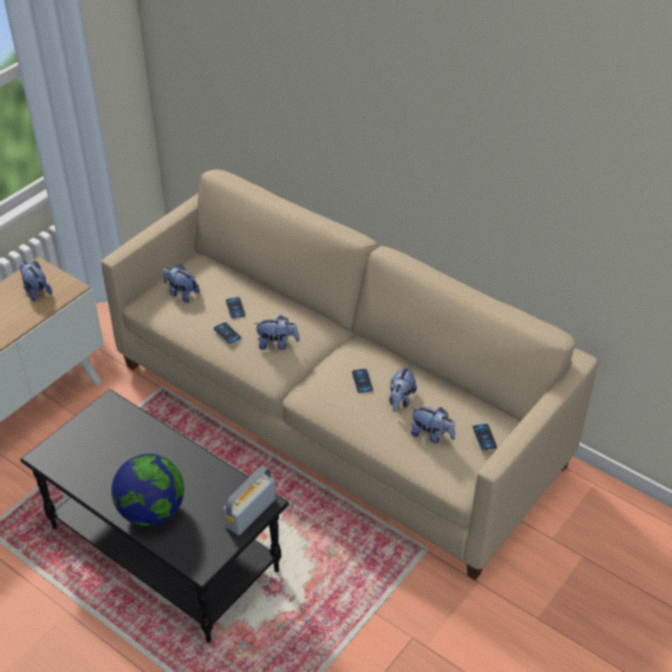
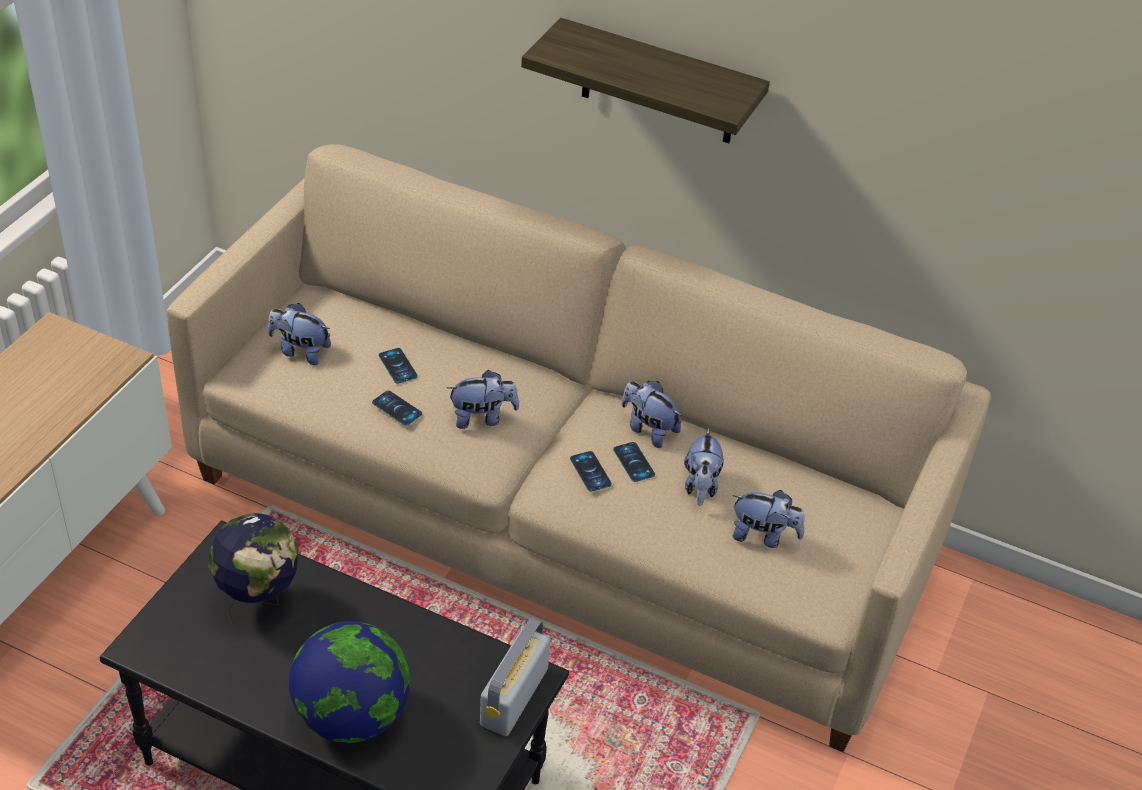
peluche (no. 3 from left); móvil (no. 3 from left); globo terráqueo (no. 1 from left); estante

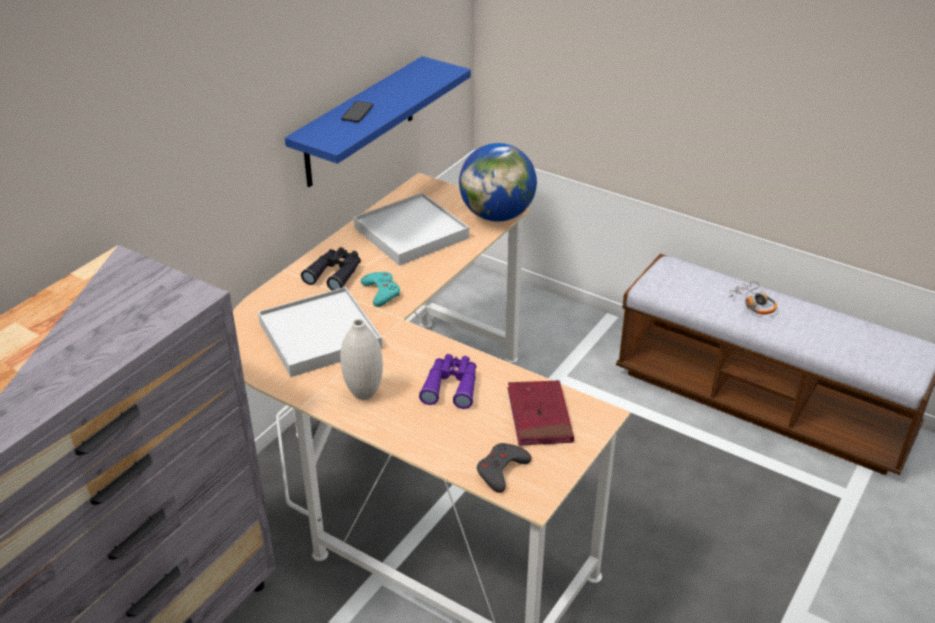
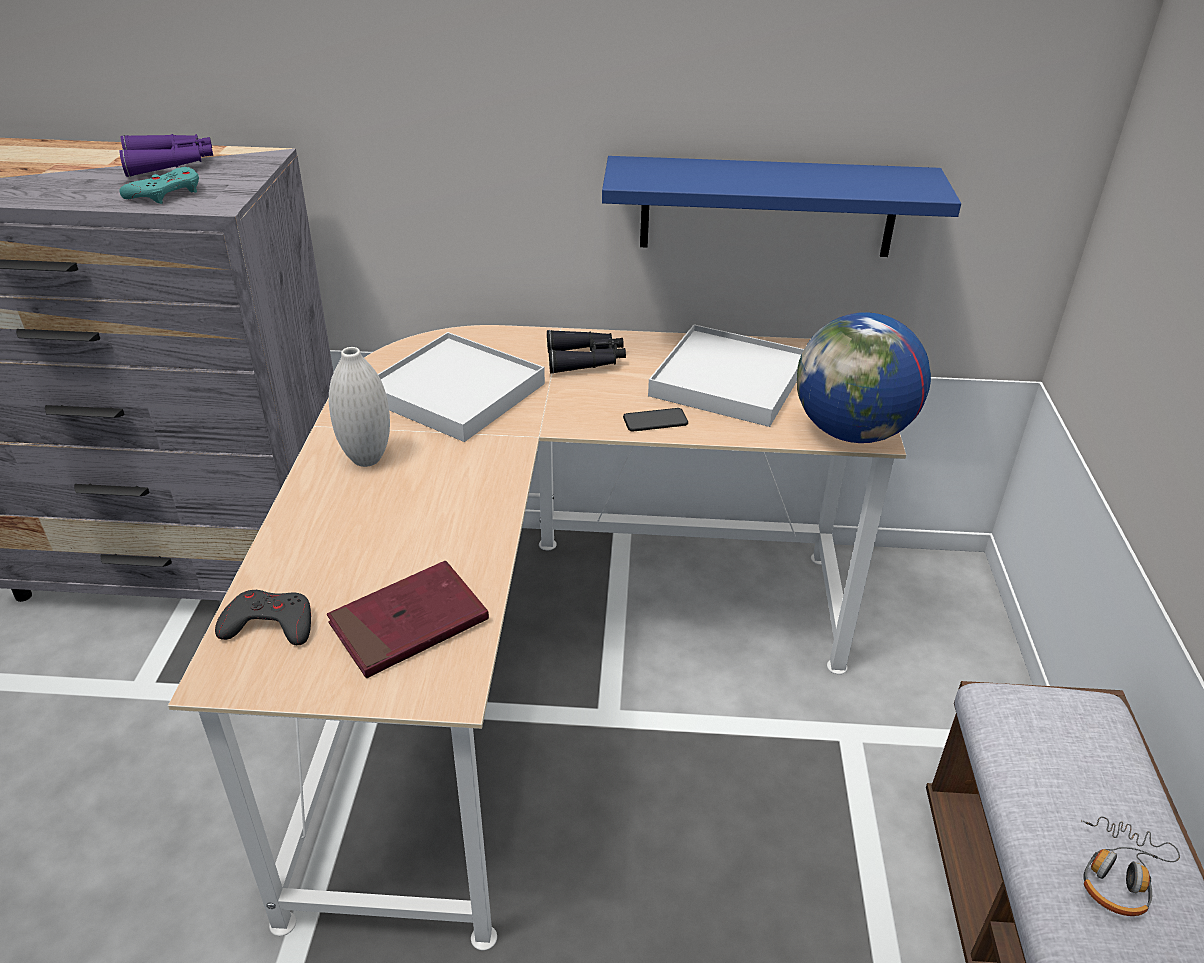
móvil; mando de consola [turquesa]; prismáticos [morado]

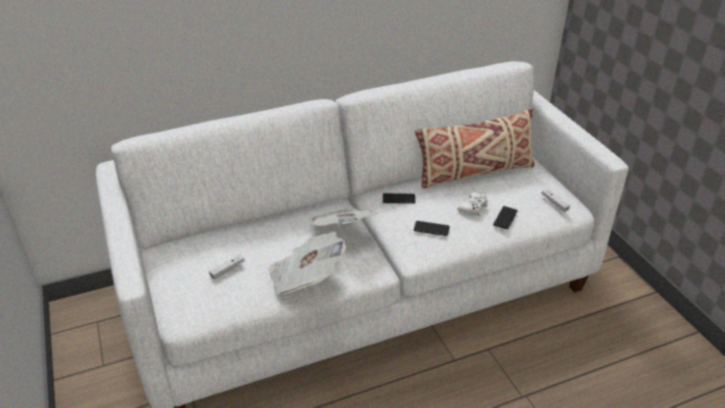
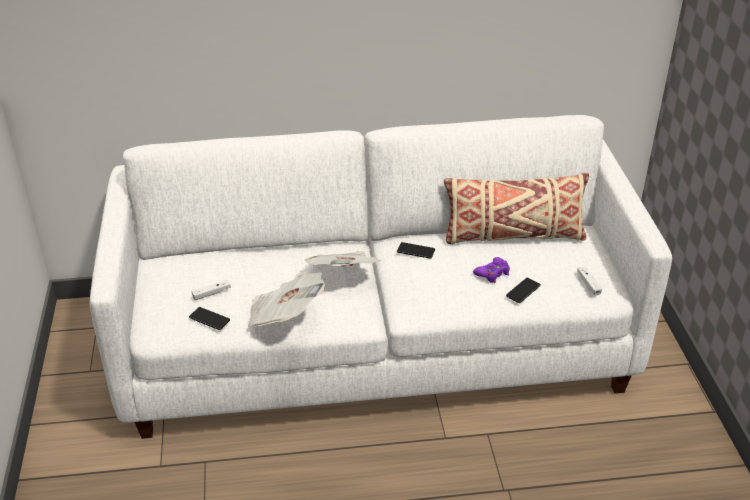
móvil (no. 1 from left); mando de consola [morado]

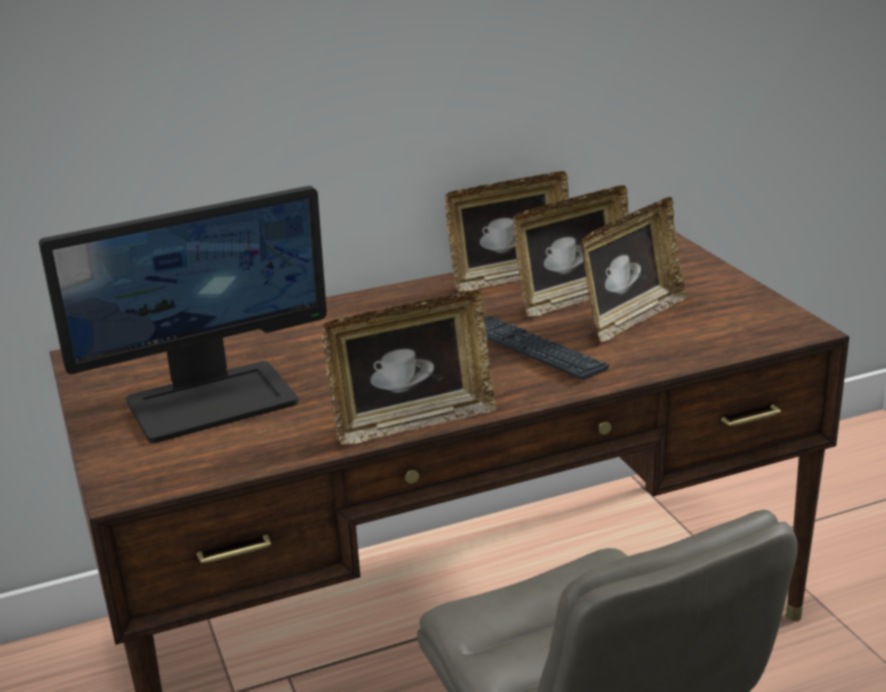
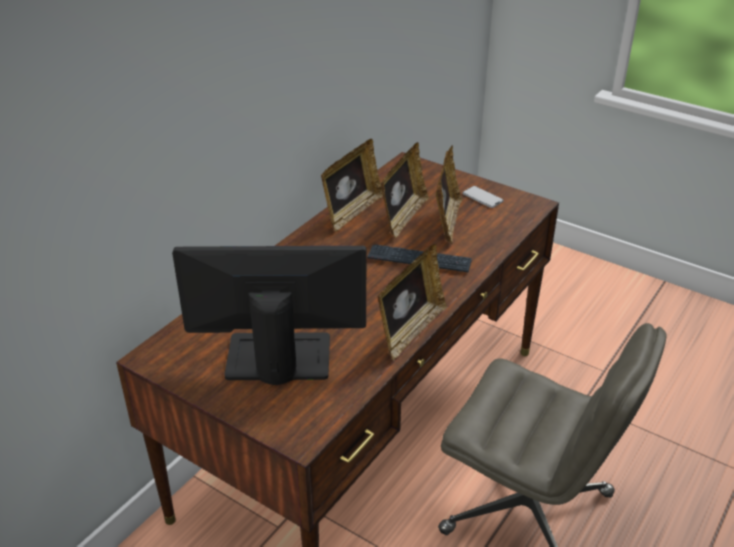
monitor; móvil

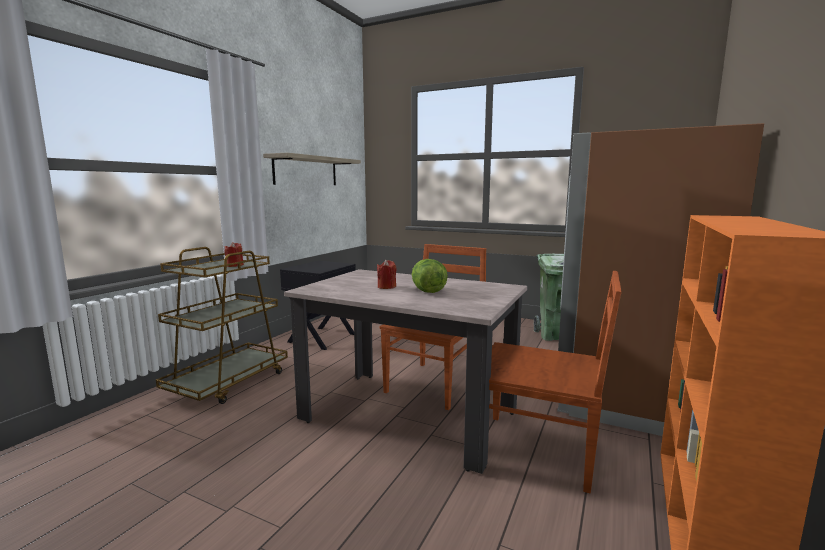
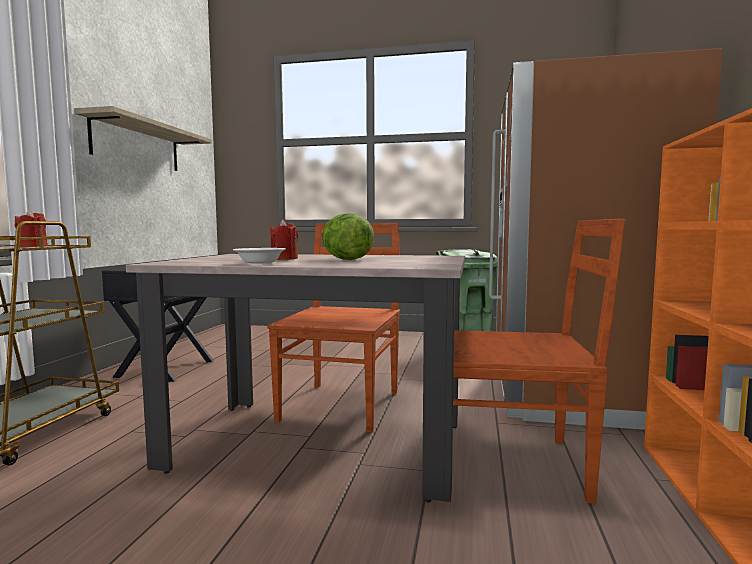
cuenco [blanco]

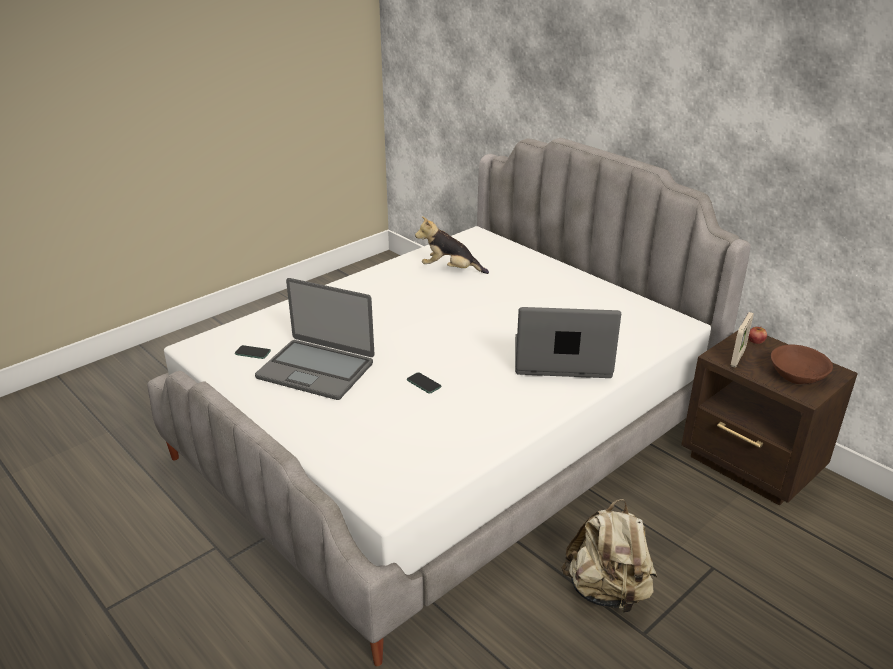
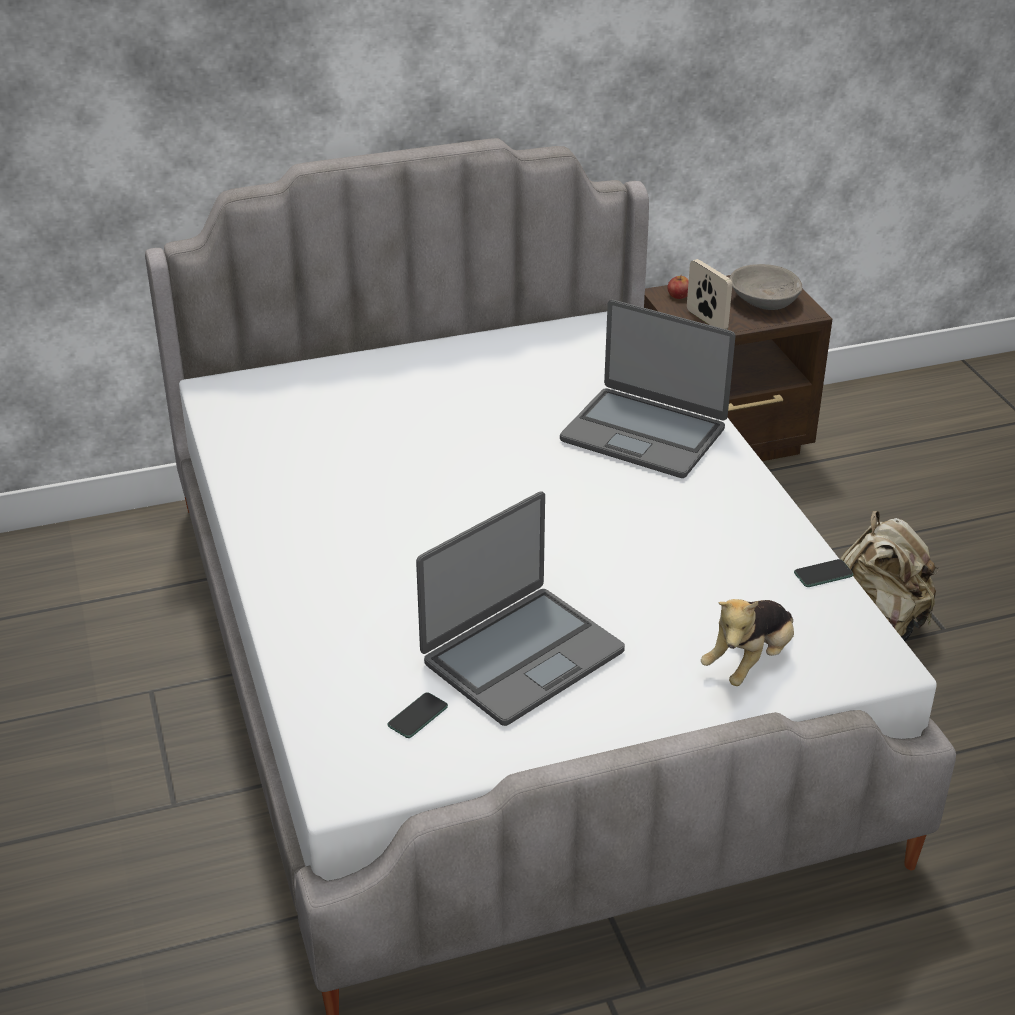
móvil (no. 2 from left); peluche; portátil (no. 2 from left); cuenco [gris]

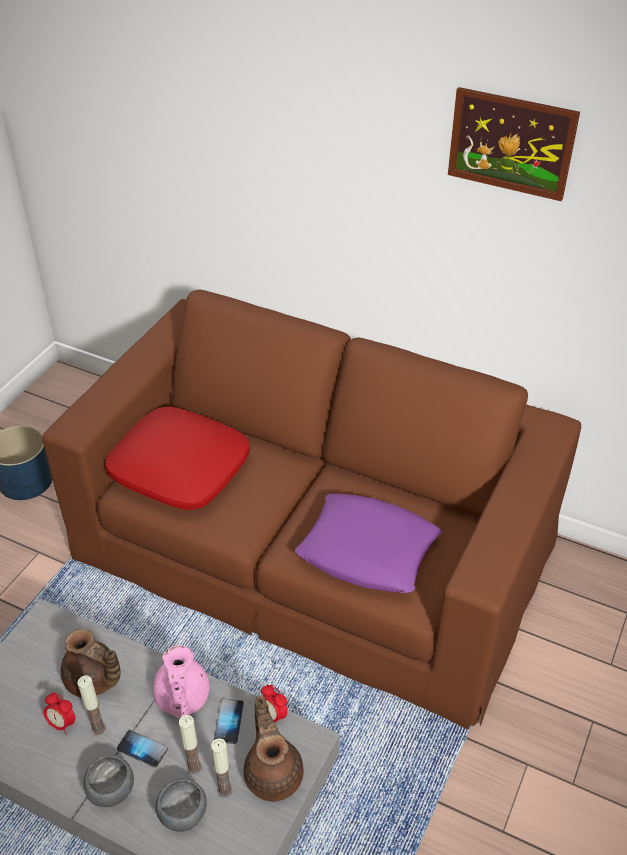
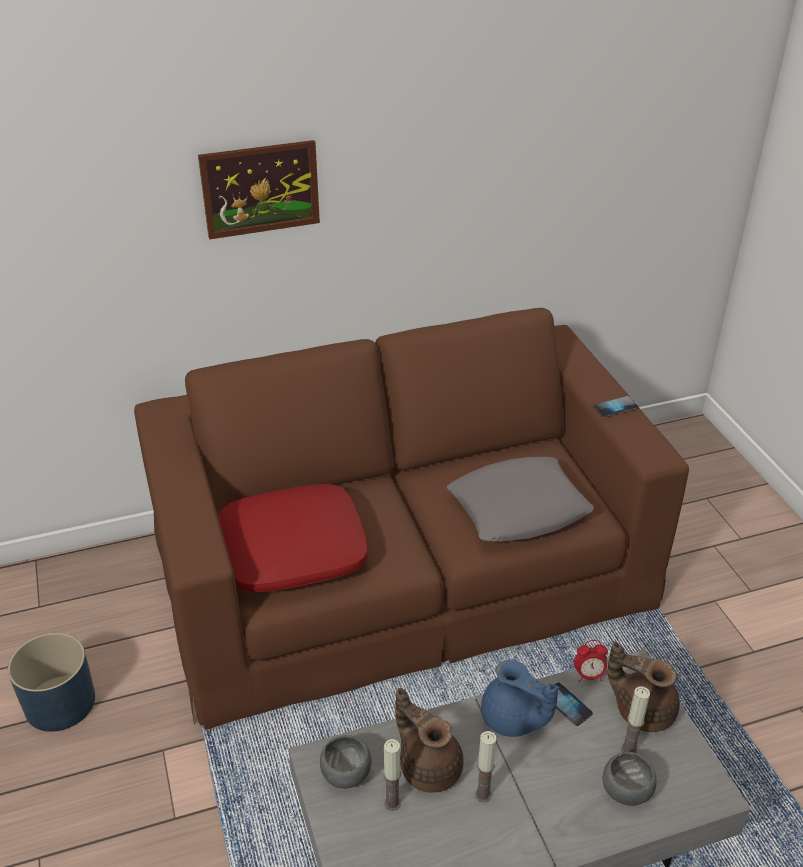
despertador (no. 1 from left in the first image); tetera [marrón] (no. 1 from left); cuenco [gris] (no. 1 from left); móvil (no. 2 from left); tetera [azul]; vela (no. 1 from left); cojín [gris]; cuadro

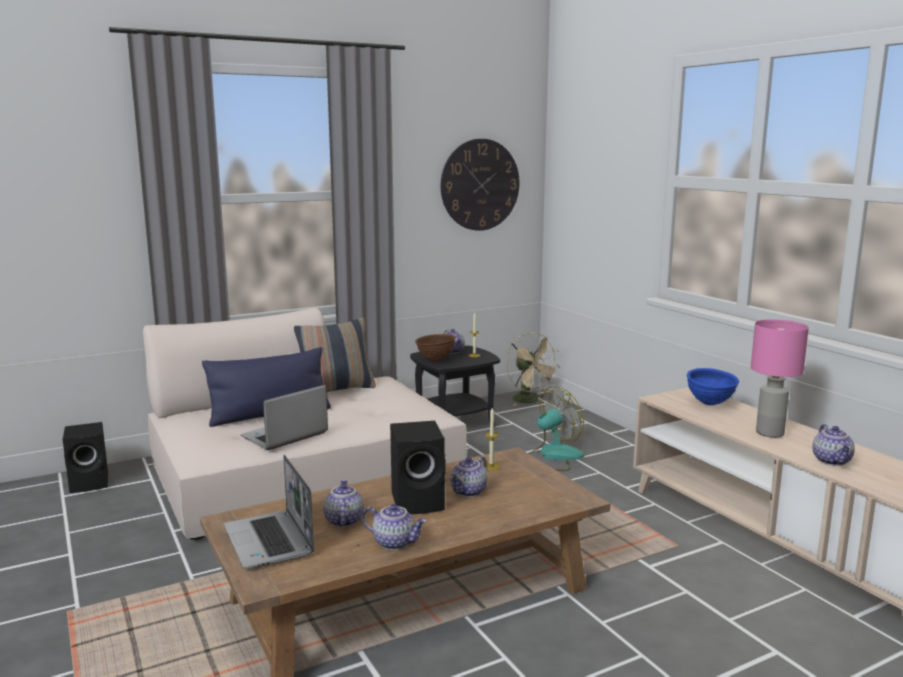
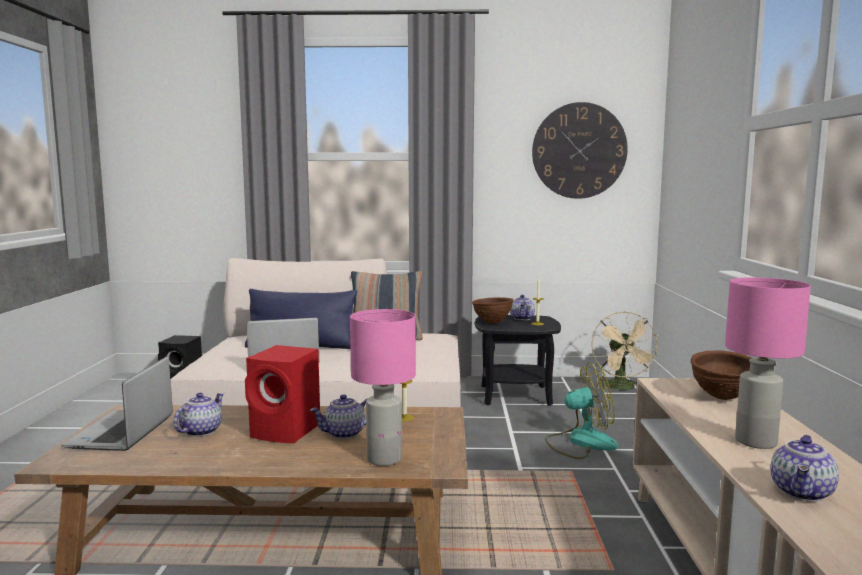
tetera (no. 2 from left in the first image); altavoz [rojo]; cuenco [marrón] (no. 2 from left); lámpara de mesa [rosa] (no. 1 from left)

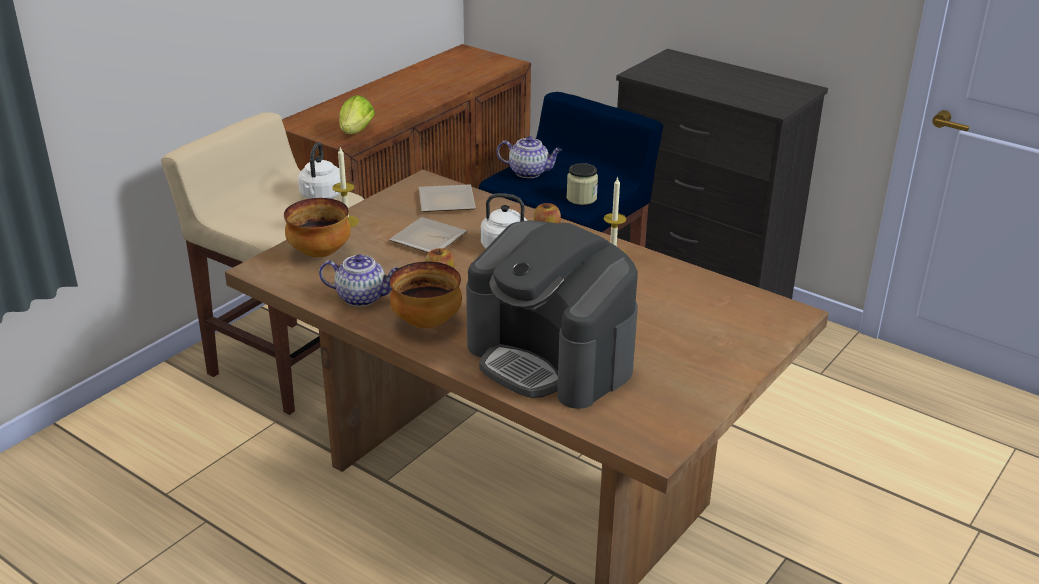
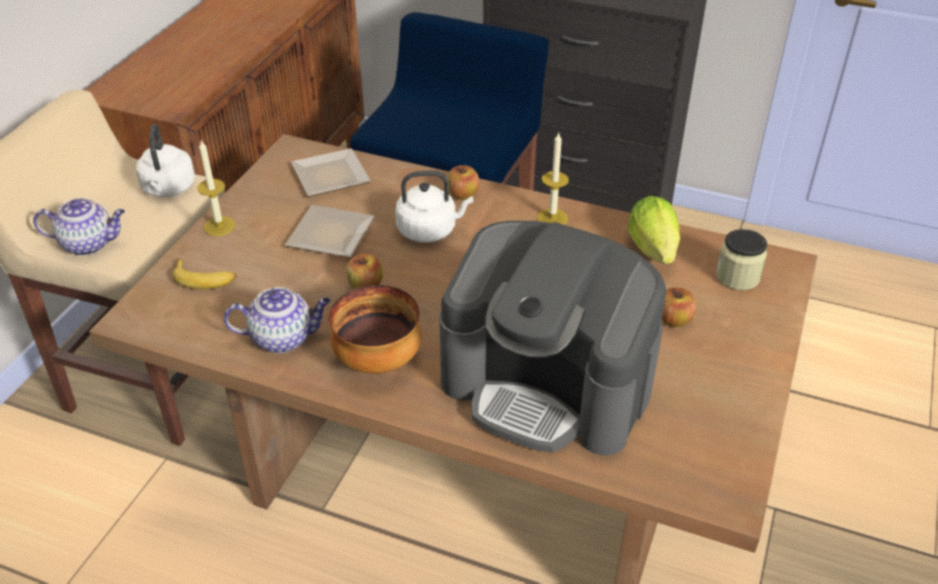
plátano; lechuga; tetera (no. 1 from left); tarro; manzana (no. 3 from left)

